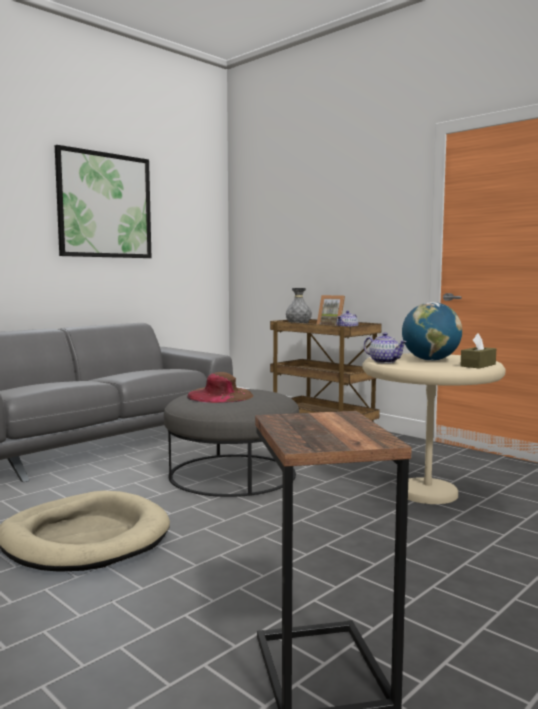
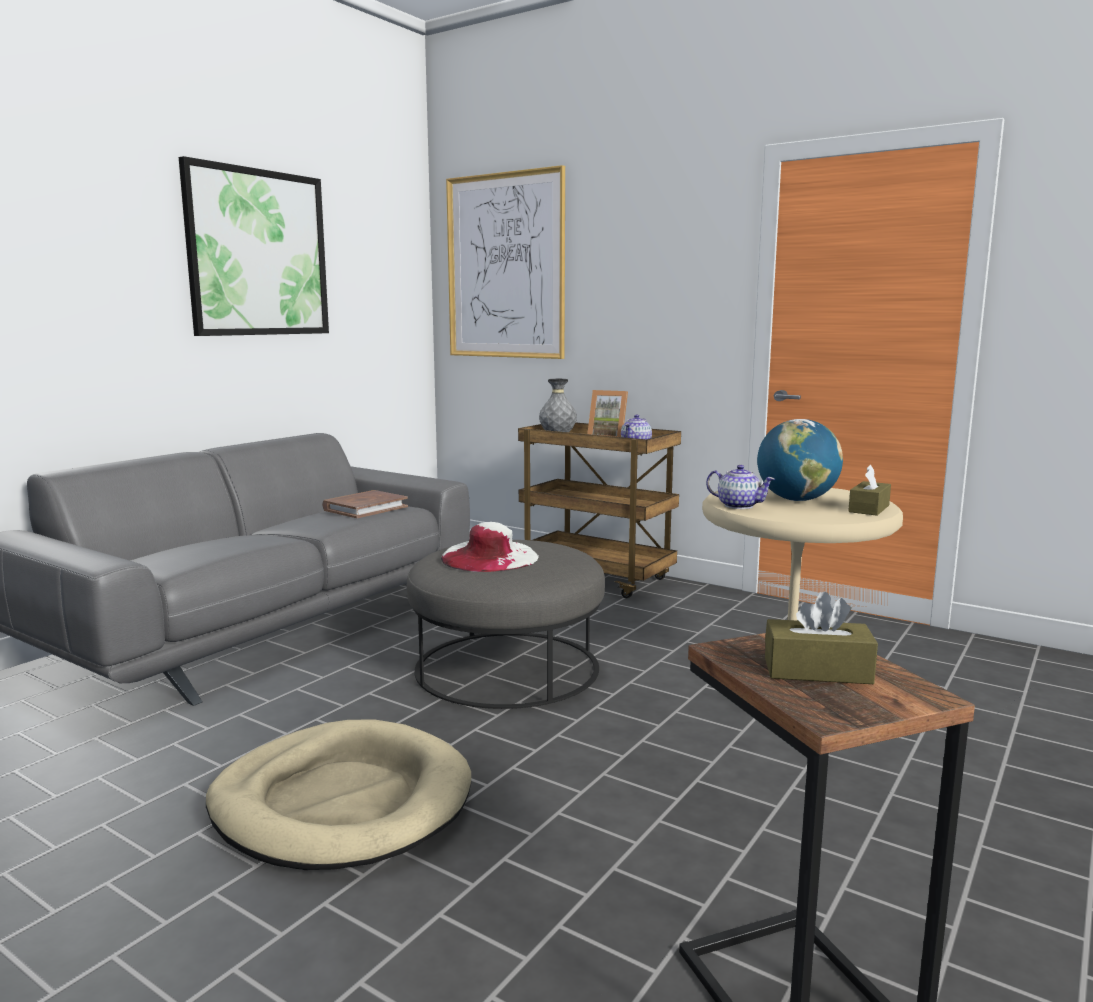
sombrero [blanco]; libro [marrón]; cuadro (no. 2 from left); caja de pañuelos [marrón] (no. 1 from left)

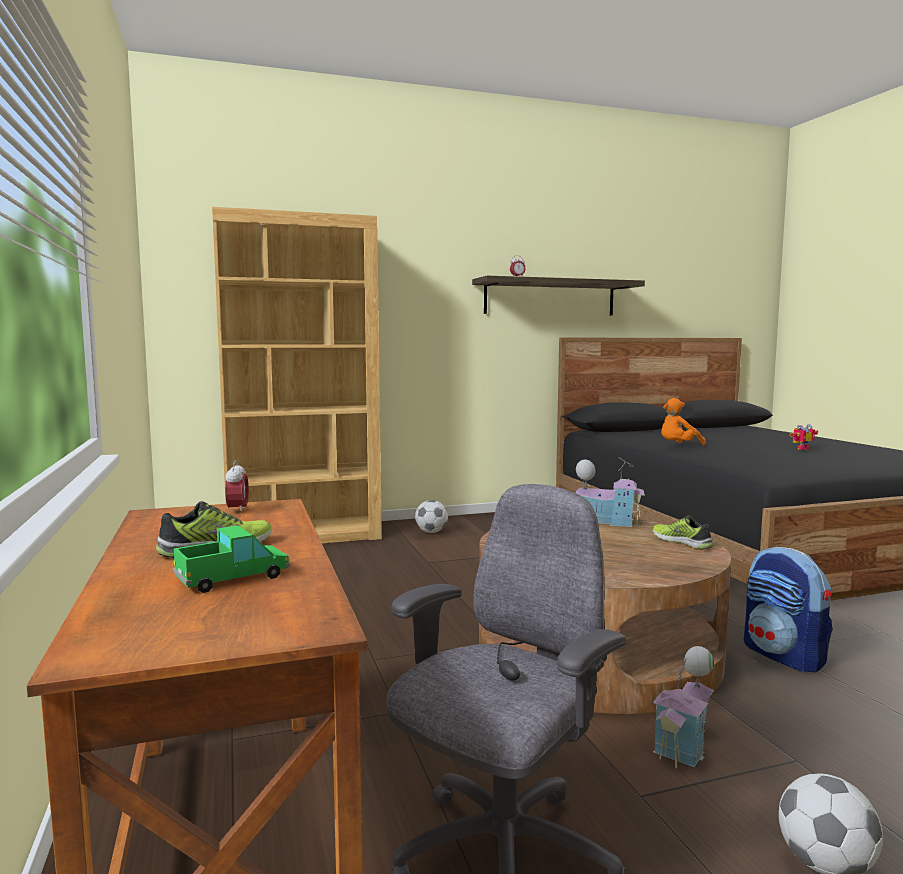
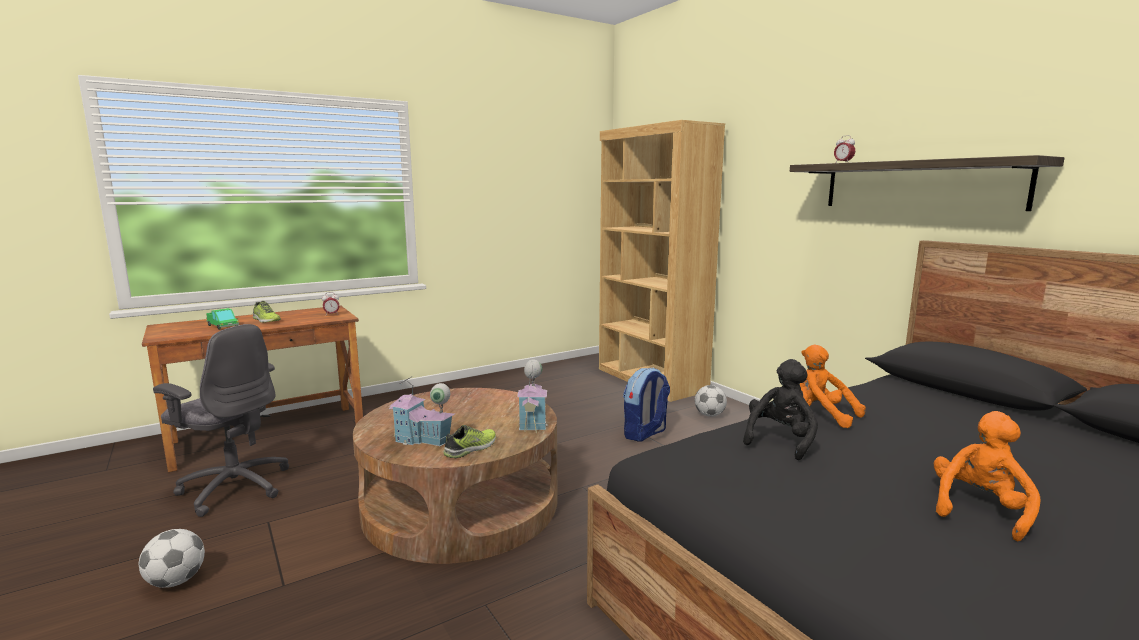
casita (no. 1 from left); mochila; peluche [naranja] (no. 2 from left); peluche [negro]

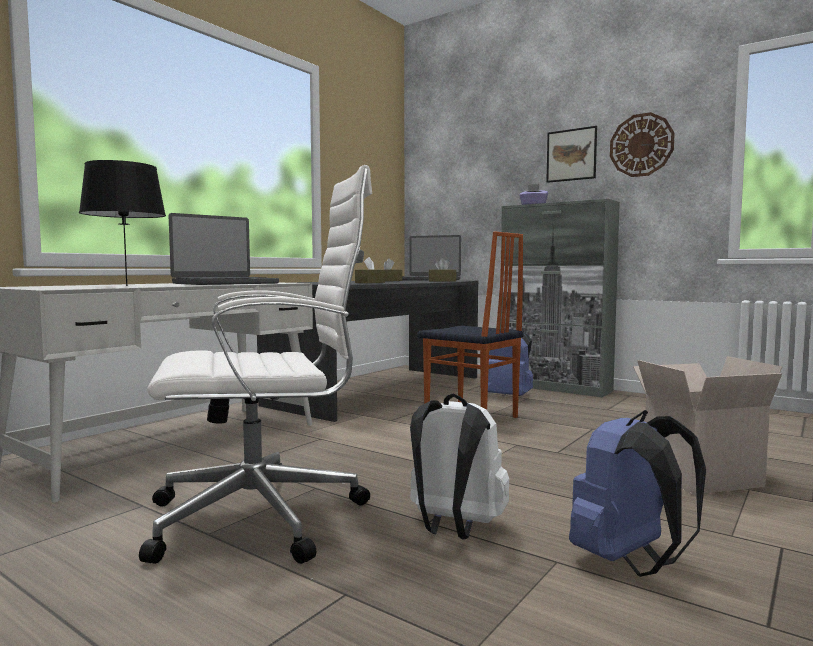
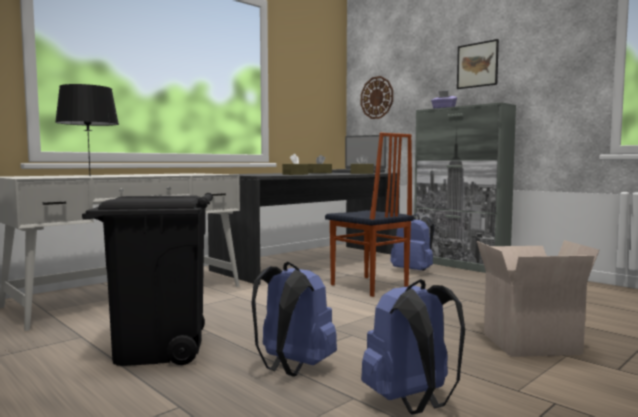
papelera [negro]; portátil (no. 1 from left in the first image); mochila [azul] (no. 1 from left); reloj de pared

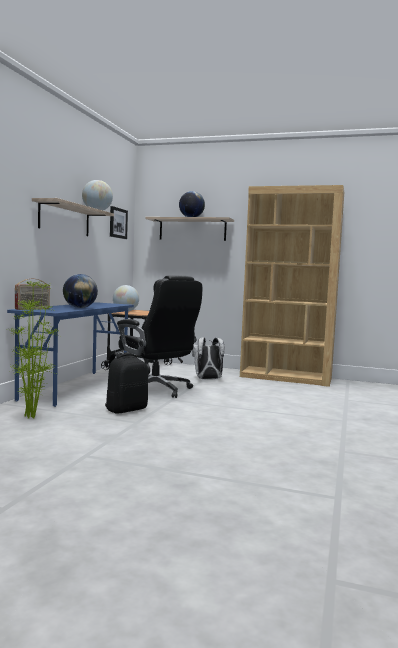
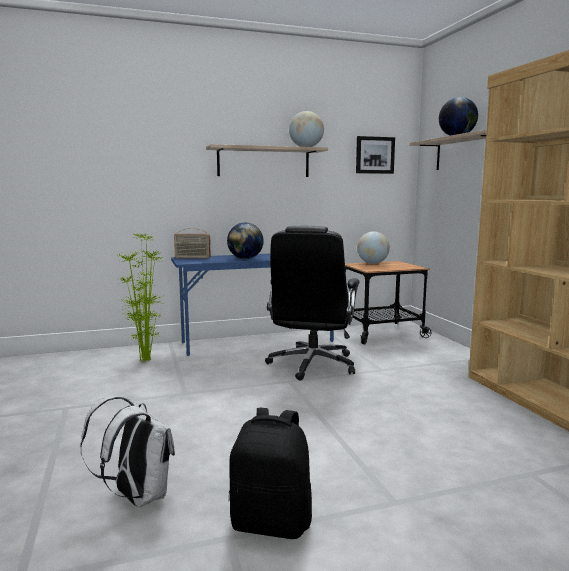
mochila [negro]; mochila [blanco]

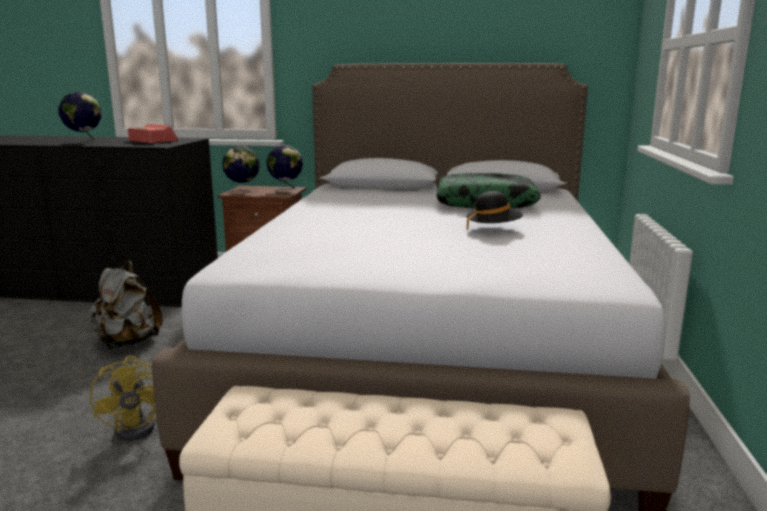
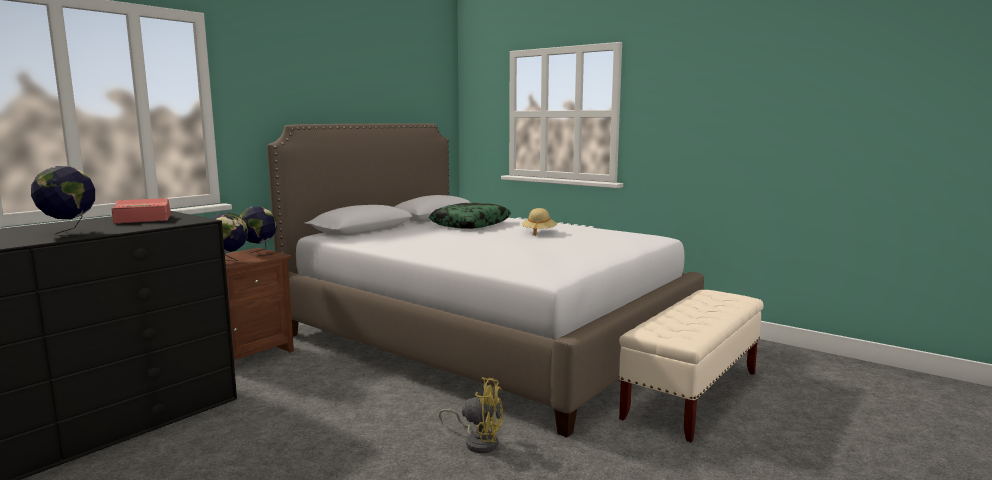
mochila [gris]; sombrero [beis]

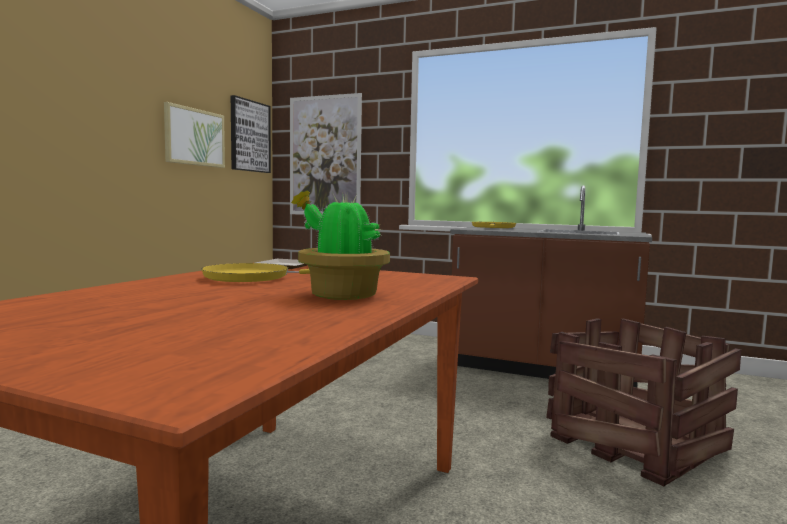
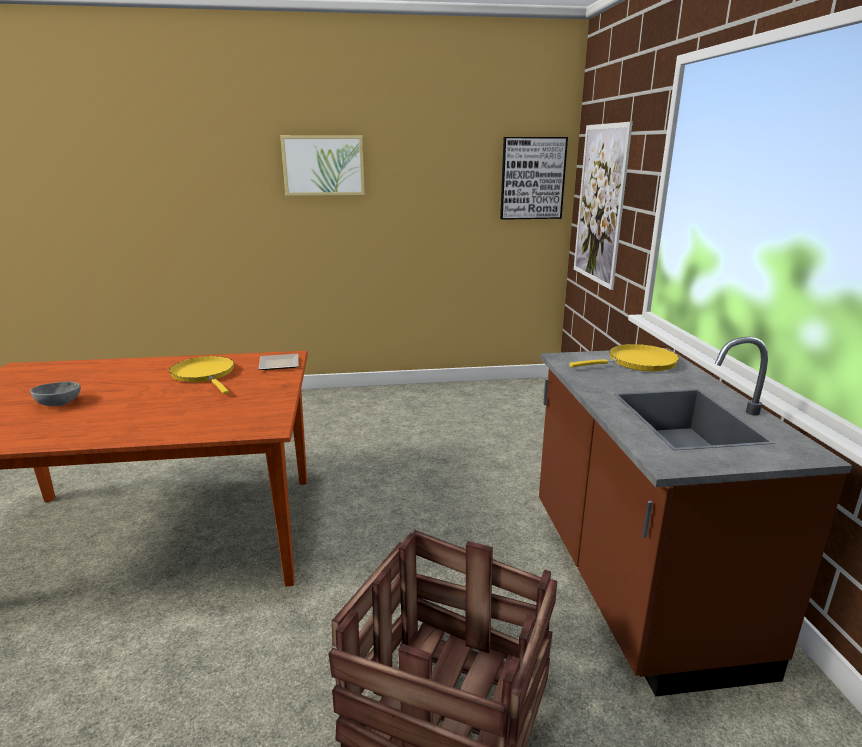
cuadro (no. 1 from left); planta en maceta; cuenco [gris]

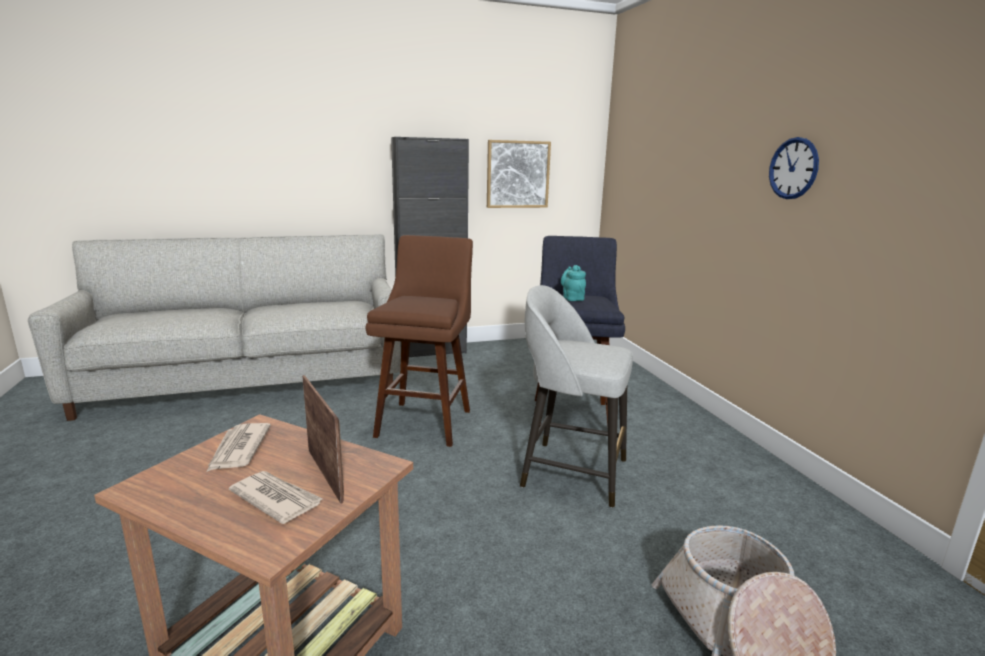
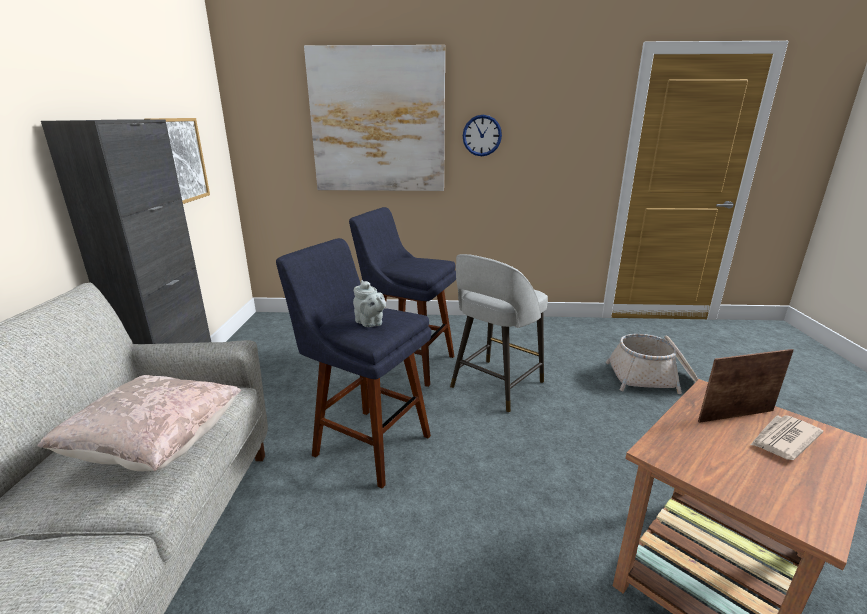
periódico (no. 1 from left in the first image); taburete [azul] (no. 1 from left); tetera [turquesa]; cojín [beis]; cuadro (no. 2 from left); tetera [gris]

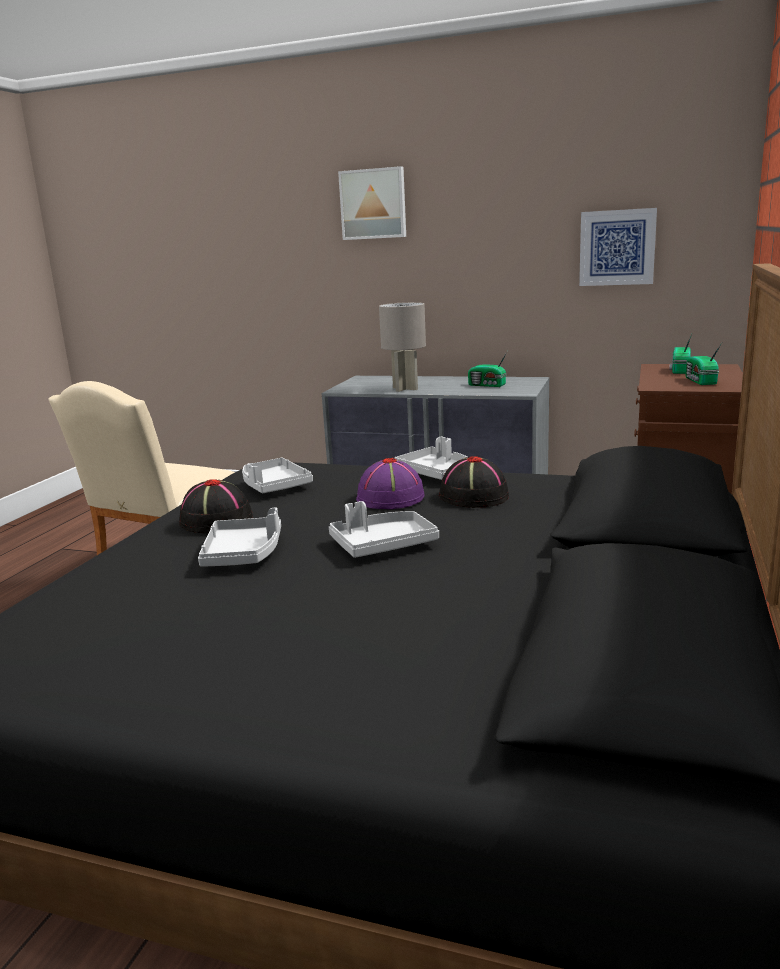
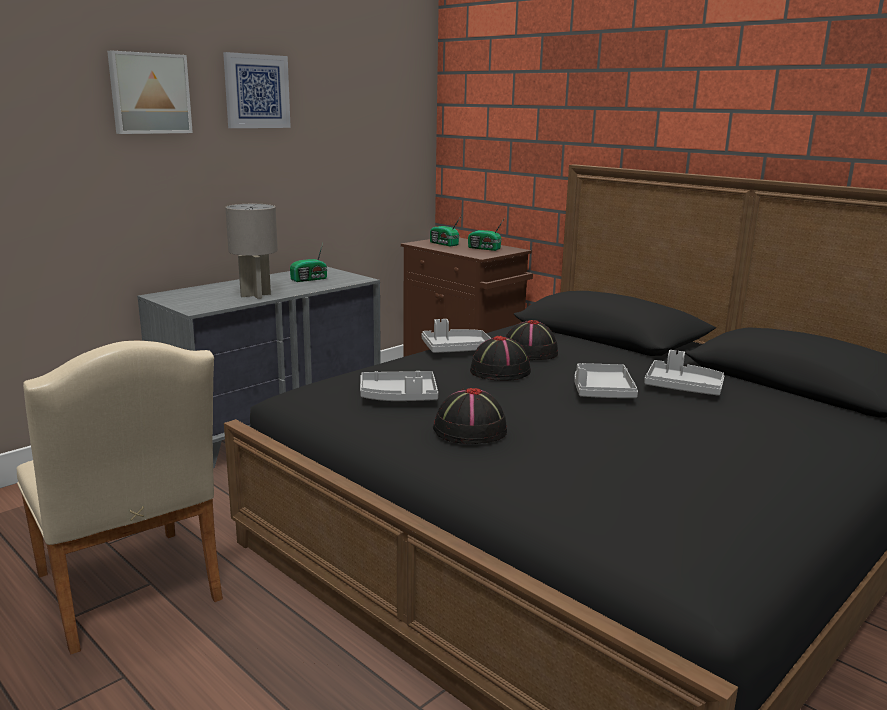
bandeja [gris] (no. 4 from left); sombrero [negro] (no. 2 from left); cuadro (no. 2 from left)

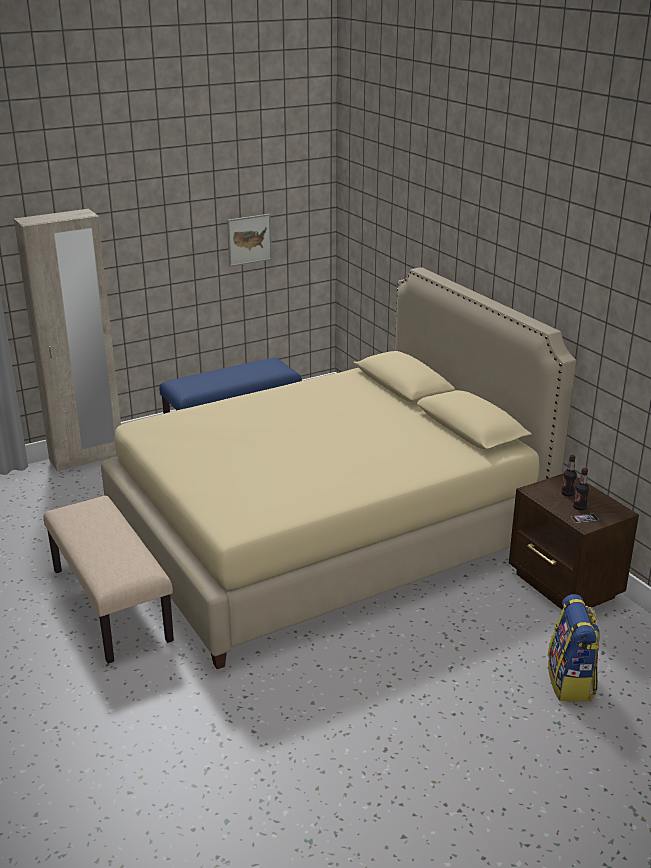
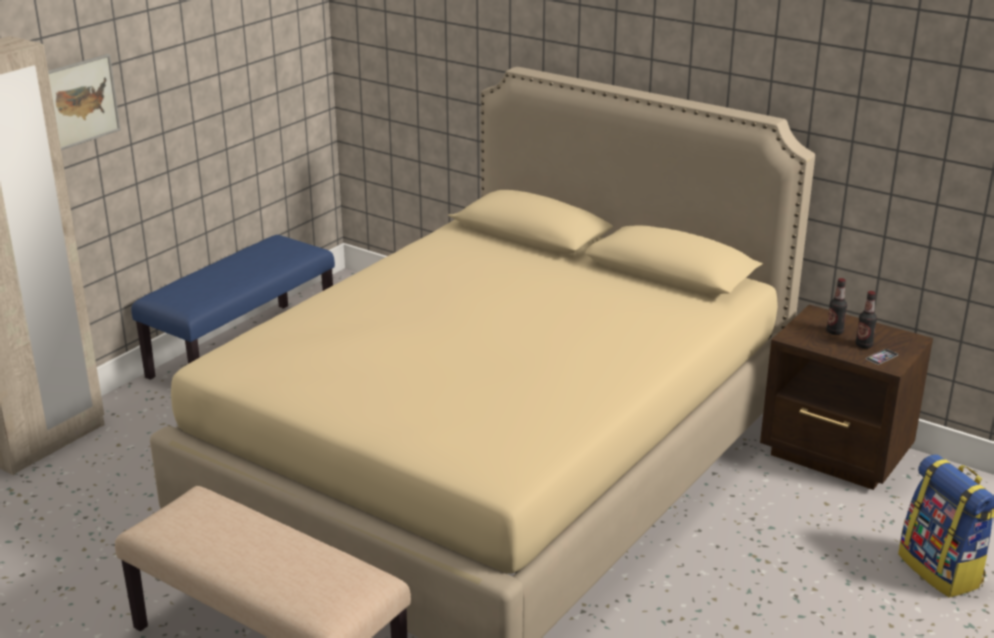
cuadro

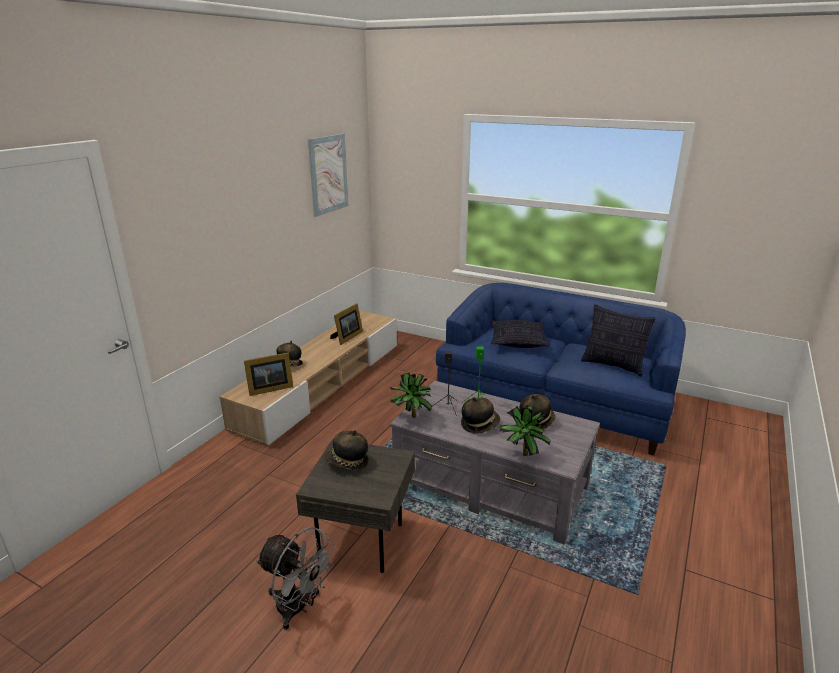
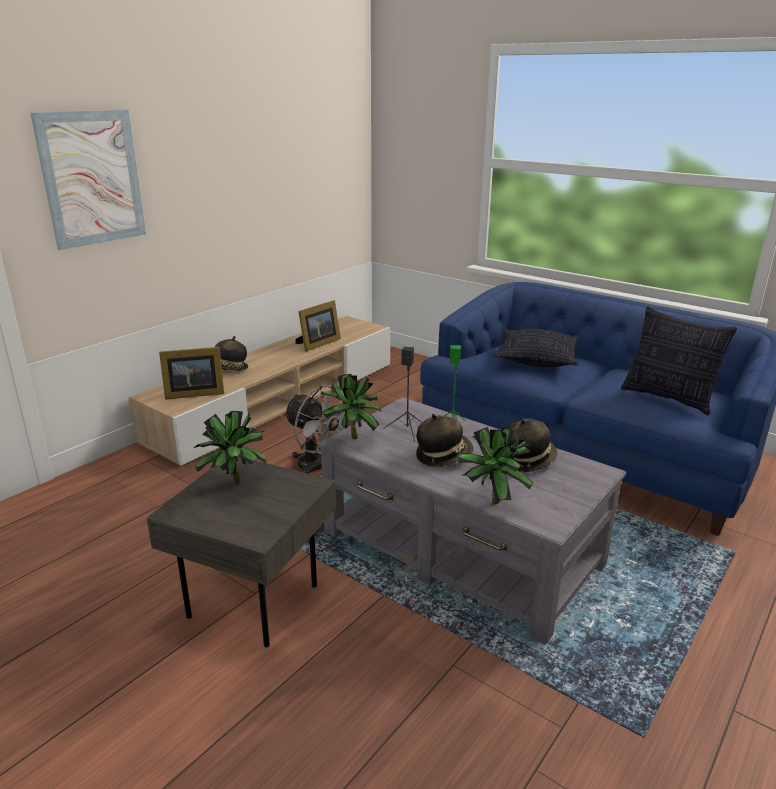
ventilador [gris]; cuadro; planta en maceta (no. 1 from left)

